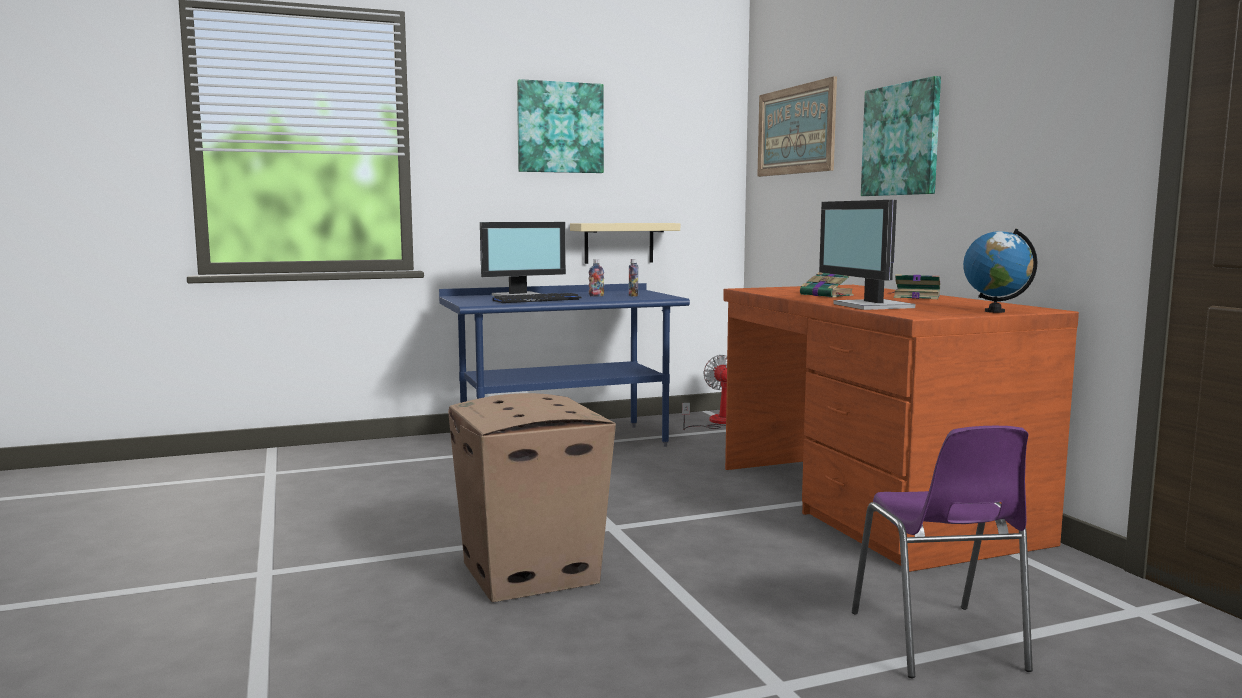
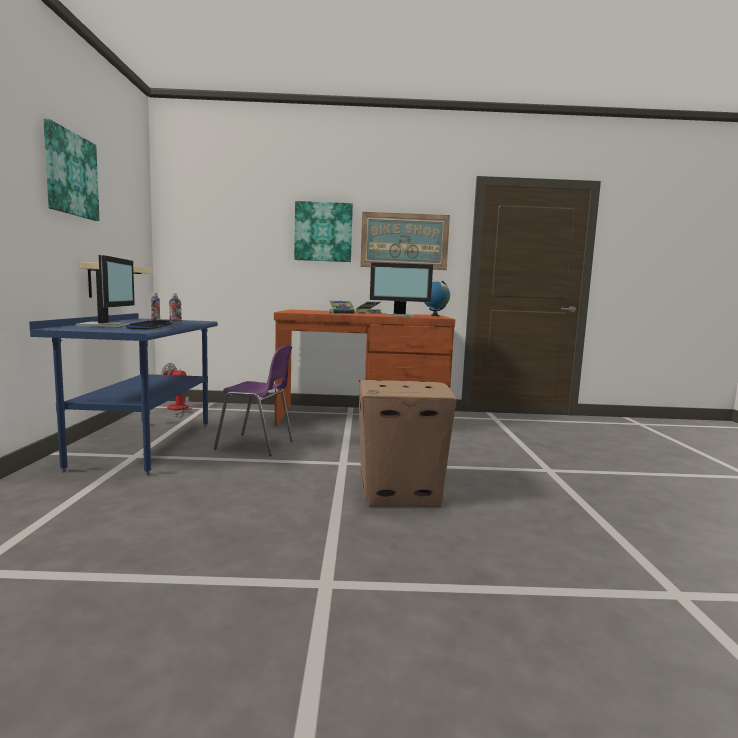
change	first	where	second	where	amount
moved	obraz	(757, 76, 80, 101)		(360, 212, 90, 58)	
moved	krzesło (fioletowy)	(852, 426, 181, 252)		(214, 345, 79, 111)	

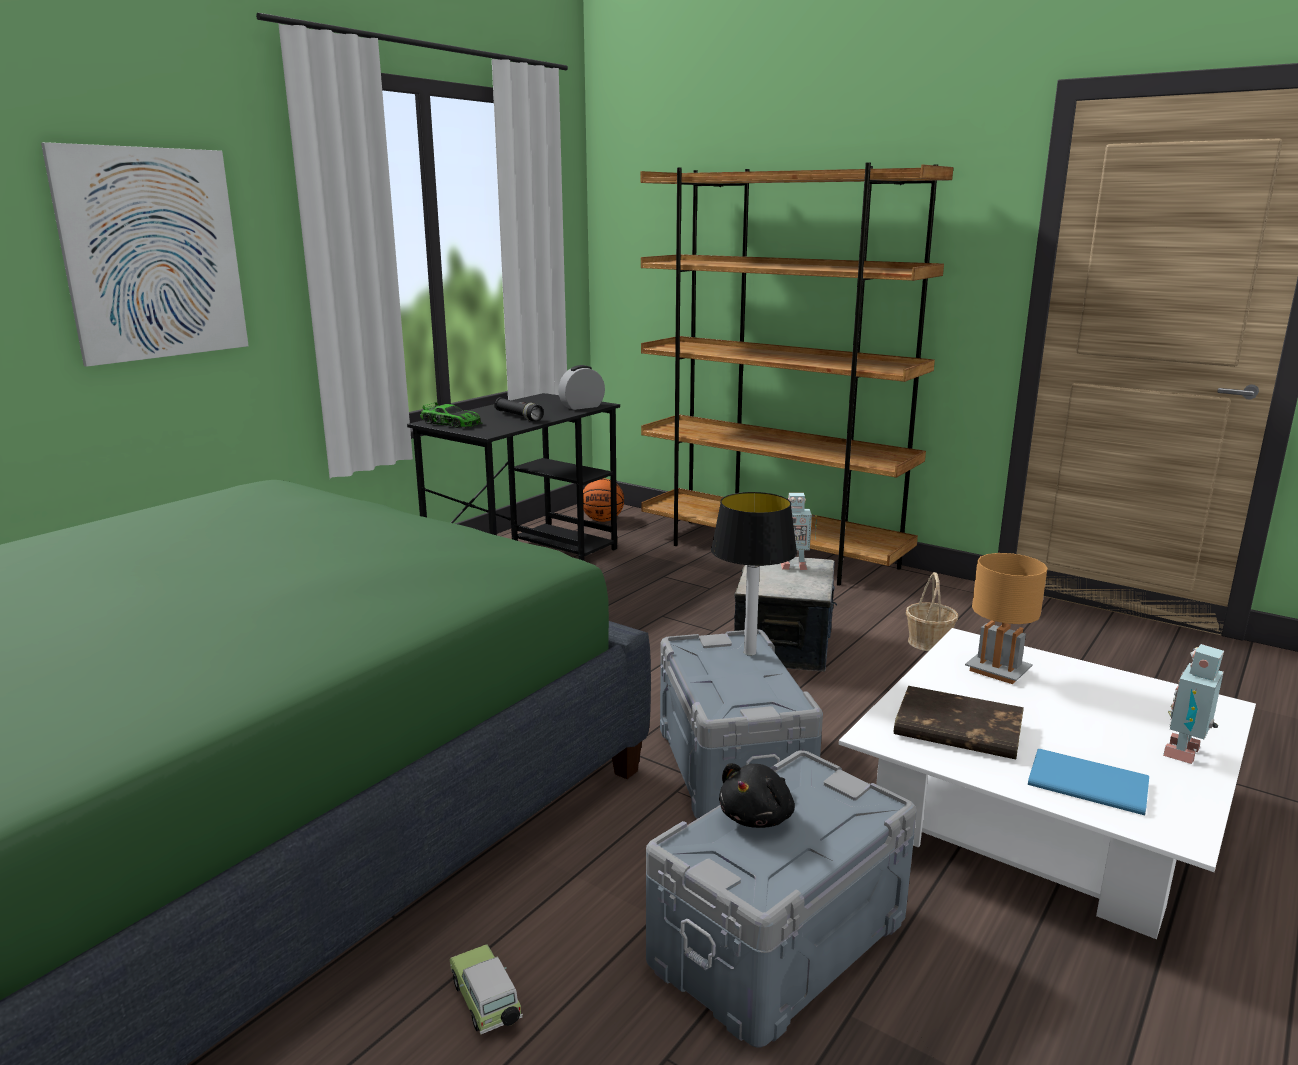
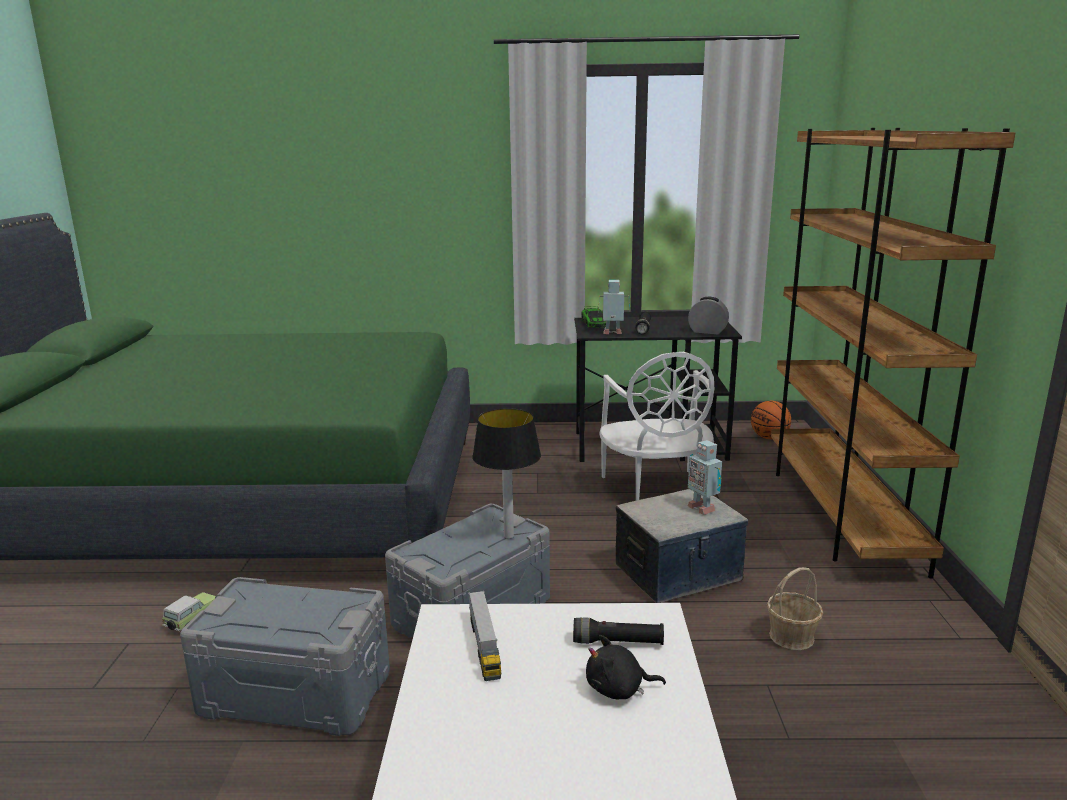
change	first	where	second	where	amount
removed	obraz	(41, 142, 208, 225)			
moved	pluszak (czarny)	(719, 763, 76, 65)		(586, 635, 80, 64)	
replaced	książka (brązowy)	(894, 686, 130, 73)	ciężarówka zabawkowa	(468, 591, 33, 90)	
replaced	lampa stołowa (brązowy)	(965, 553, 83, 131)	latarka (czarny)	(573, 617, 91, 28)	
removed	książka (niebieski)	(1028, 749, 121, 66)			
moved	robot zabawkowy	(1163, 644, 61, 120)		(598, 280, 32, 54)	
added			krzesło (biały)	(599, 352, 115, 148)	

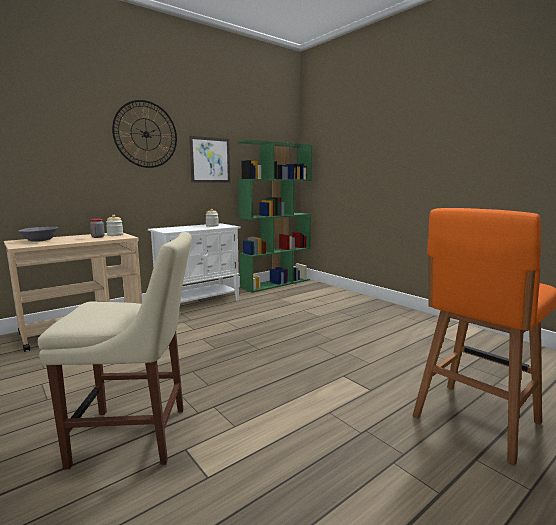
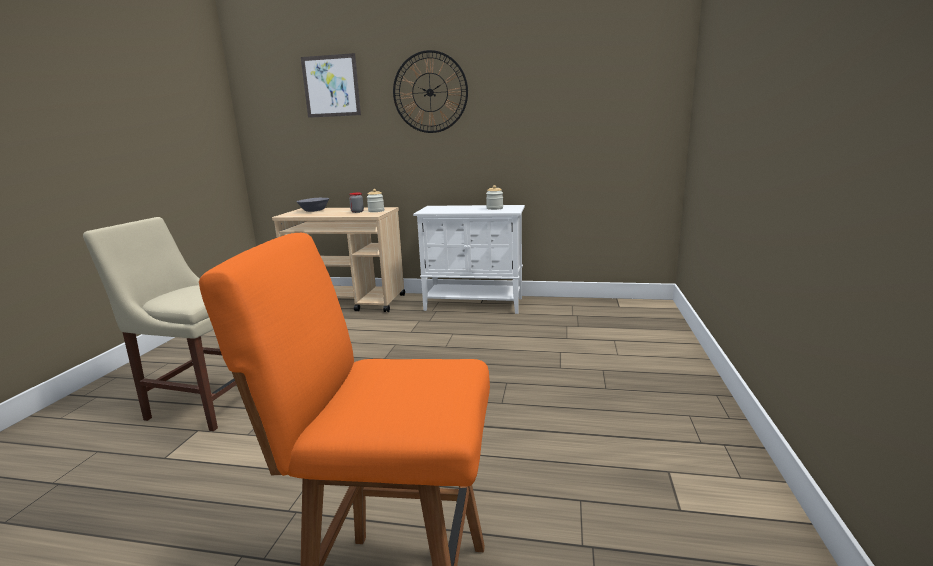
change	first	where	second	where	amount
turned	krzesło (beżowy)	(38, 232, 154, 238)		(83, 217, 154, 214)	150 degrees clockwise
moved	obraz	(189, 136, 41, 46)		(301, 53, 60, 65)	
removed	regał (zielony)	(237, 140, 75, 153)			

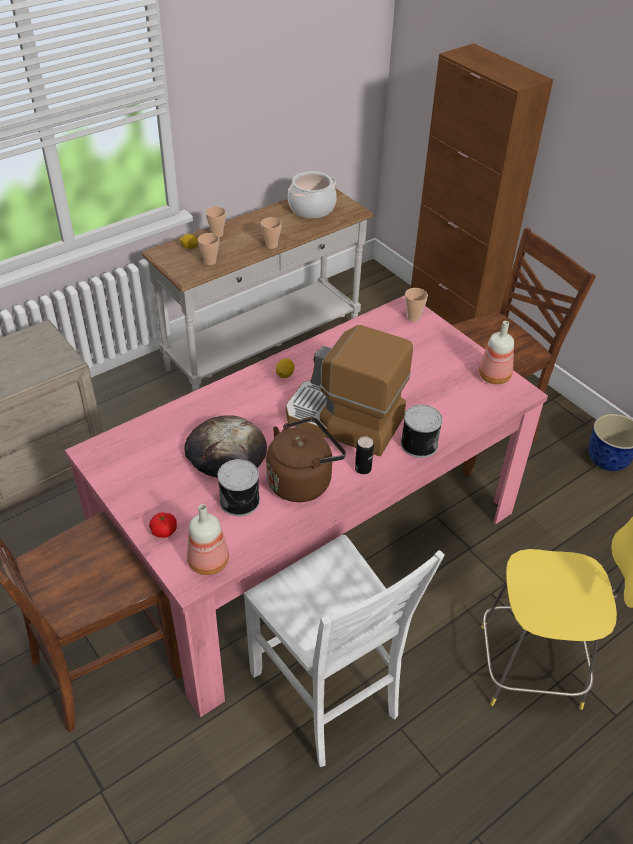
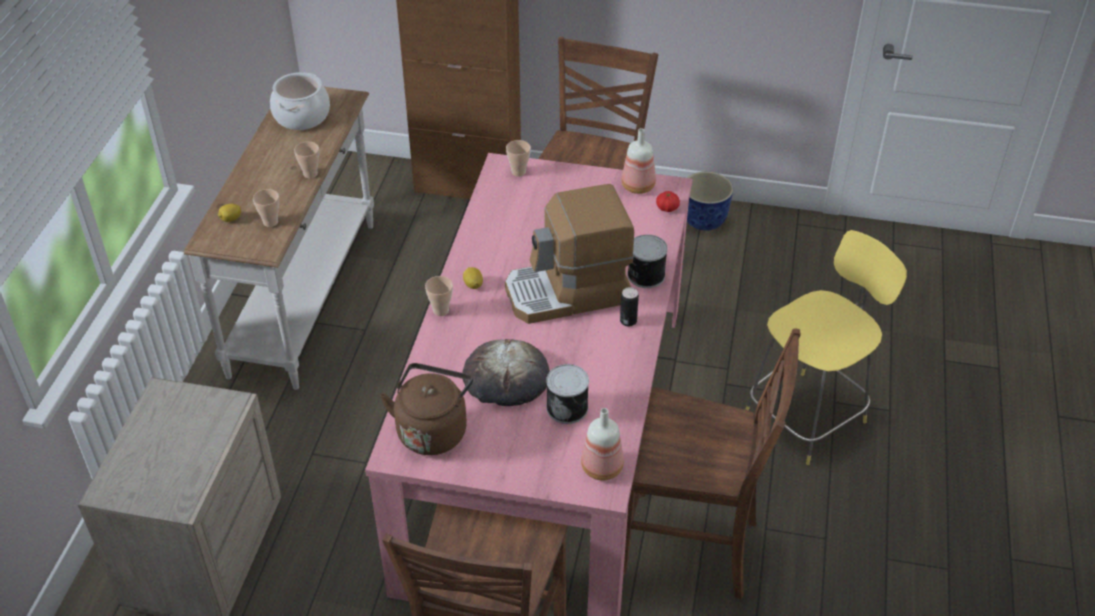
change	first	where	second	where	amount
moved	pomidor	(149, 512, 28, 26)		(656, 191, 24, 21)	
moved	filiżanka	(206, 207, 20, 30)		(425, 276, 28, 40)	
recoloured	krzesło (biały)	(243, 535, 202, 232)	krzesło (brązowy)	(623, 328, 178, 271)	
moved	czajnik (brązowy)	(266, 417, 80, 85)		(380, 363, 93, 92)	

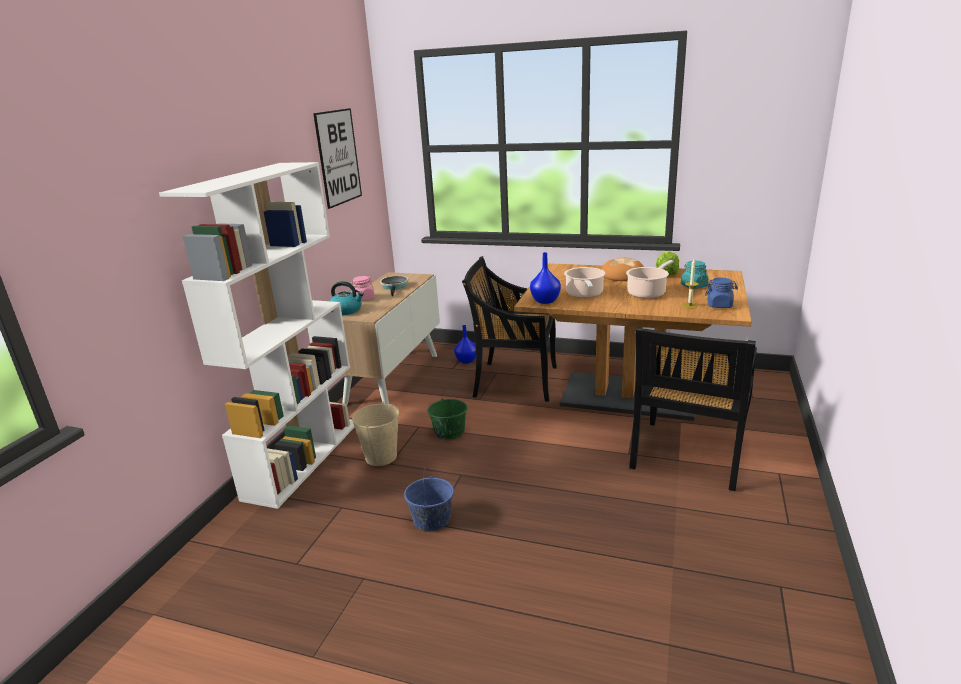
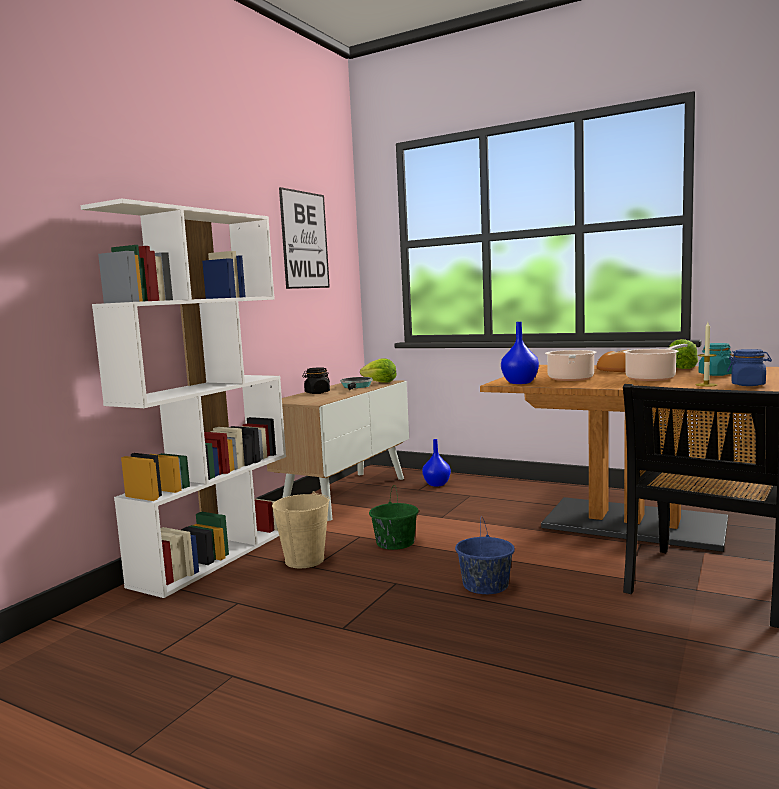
change	first	where	second	where	amount
removed	czajnik	(330, 281, 34, 34)			
recoloured	słoik (różowy)	(351, 276, 24, 25)	słoik (czarny)	(302, 367, 28, 27)	
moved	wiadro (niebieski)	(404, 467, 50, 64)		(455, 517, 60, 77)	
removed	krzesło (czarny)	(462, 256, 95, 146)			
added			sałata	(360, 359, 37, 24)	

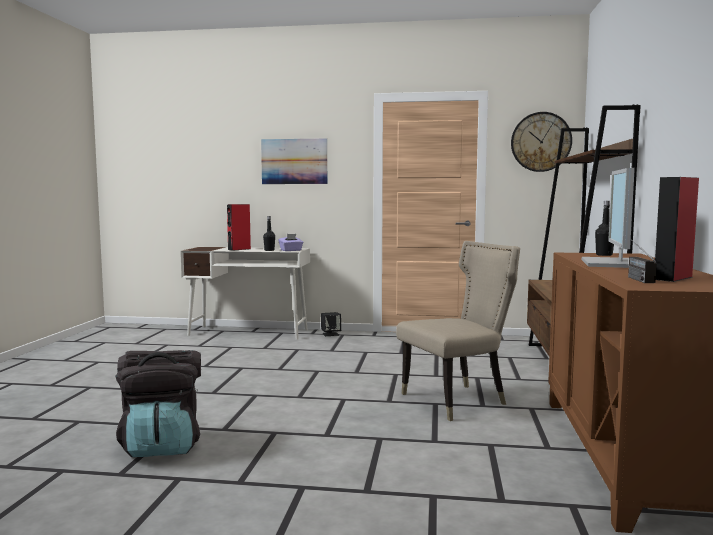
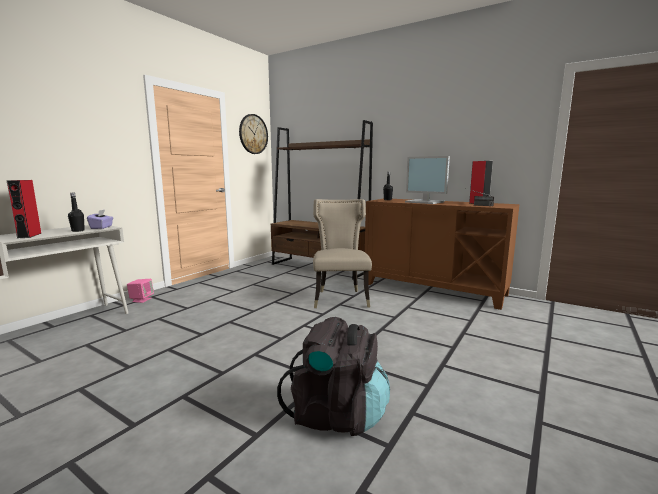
change	first	where	second	where	amount
removed	obraz	(261, 138, 66, 46)			
recoloured	głośnik (czarny)	(321, 312, 20, 24)	głośnik (różowy)	(127, 279, 27, 24)	

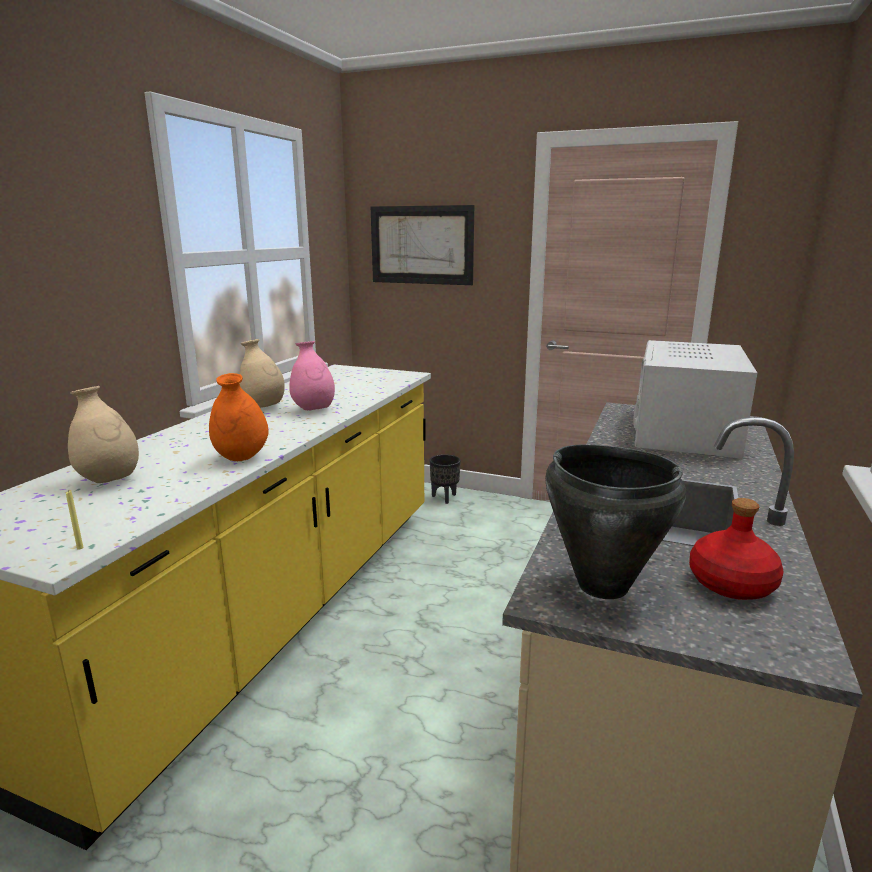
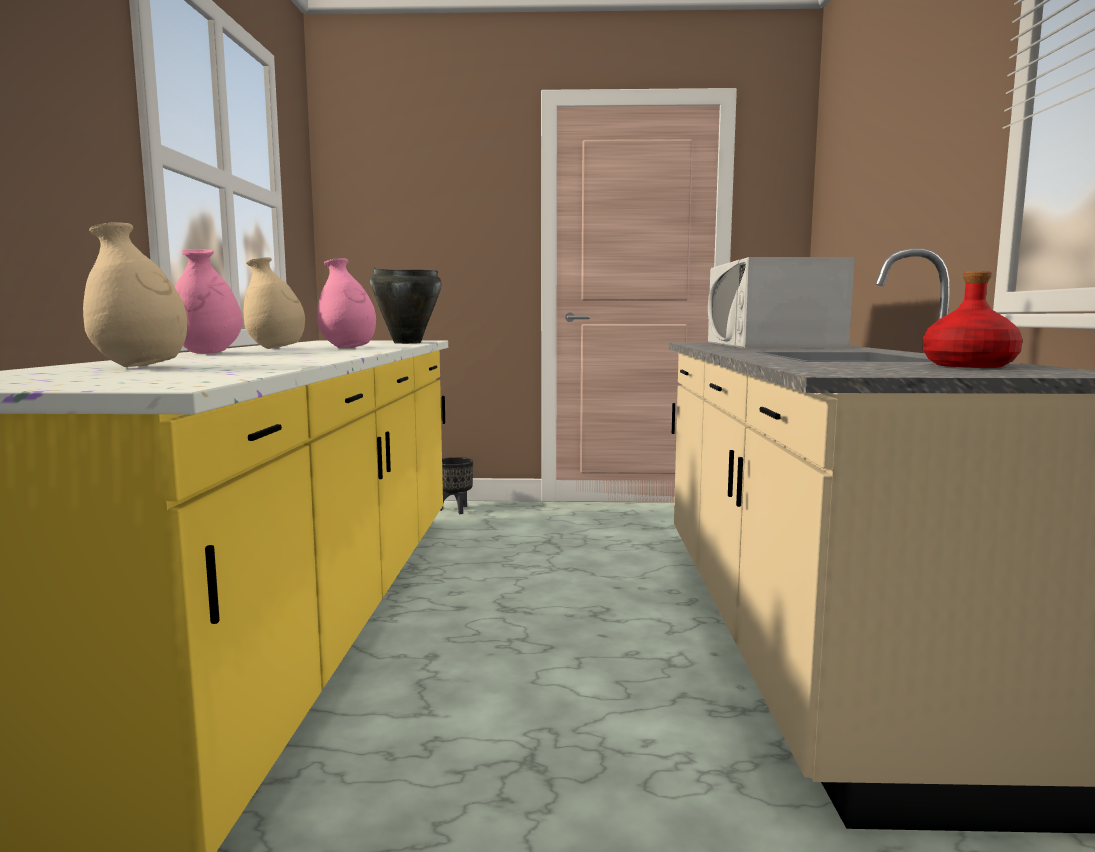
change	first	where	second	where	amount
removed	świeca (żółty)	(66, 490, 17, 60)			
removed	wazon (pomarańczowy)	(209, 373, 60, 88)			
removed	obraz	(371, 205, 103, 80)			
moved	garnek (czarny)	(545, 445, 141, 154)		(370, 268, 71, 76)	
added			wazon (różowy)	(175, 249, 68, 105)	

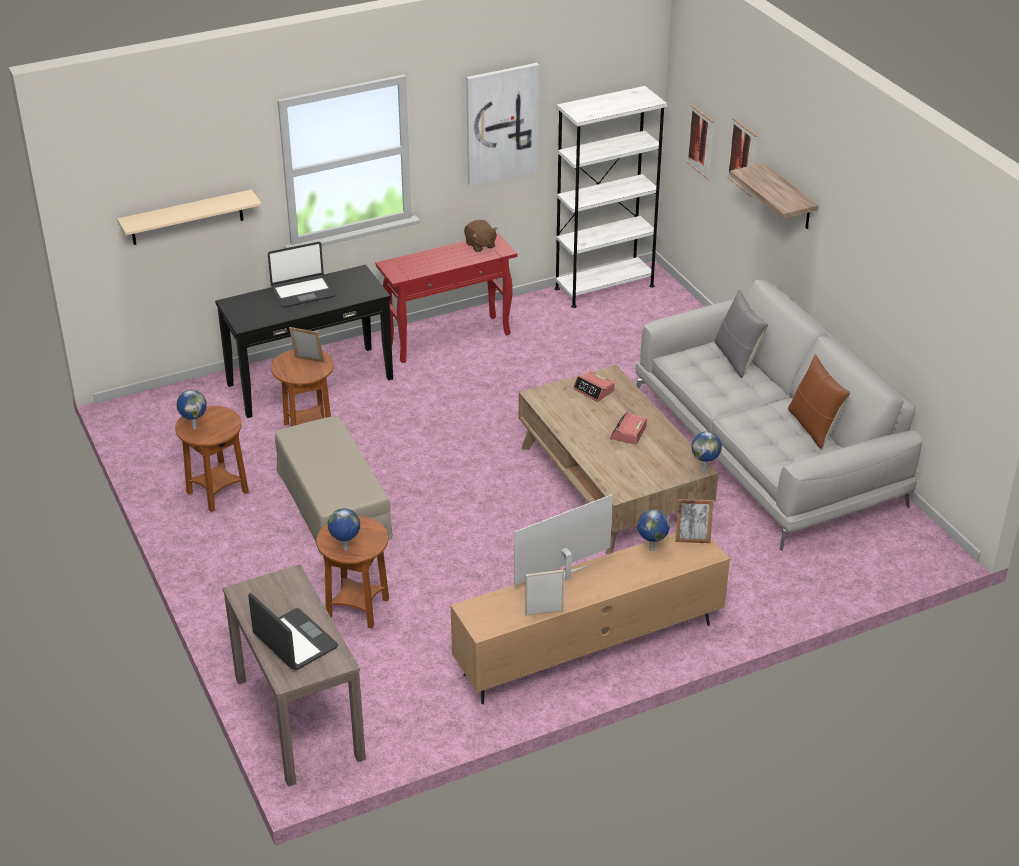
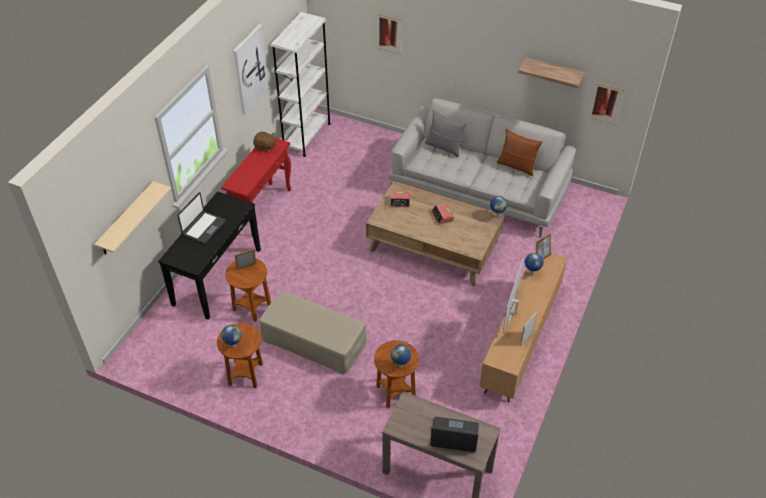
change	first	where	second	where	amount
moved	obraz	(687, 105, 27, 75)		(590, 83, 35, 42)	
moved	półka	(730, 163, 88, 66)		(518, 57, 67, 31)	

